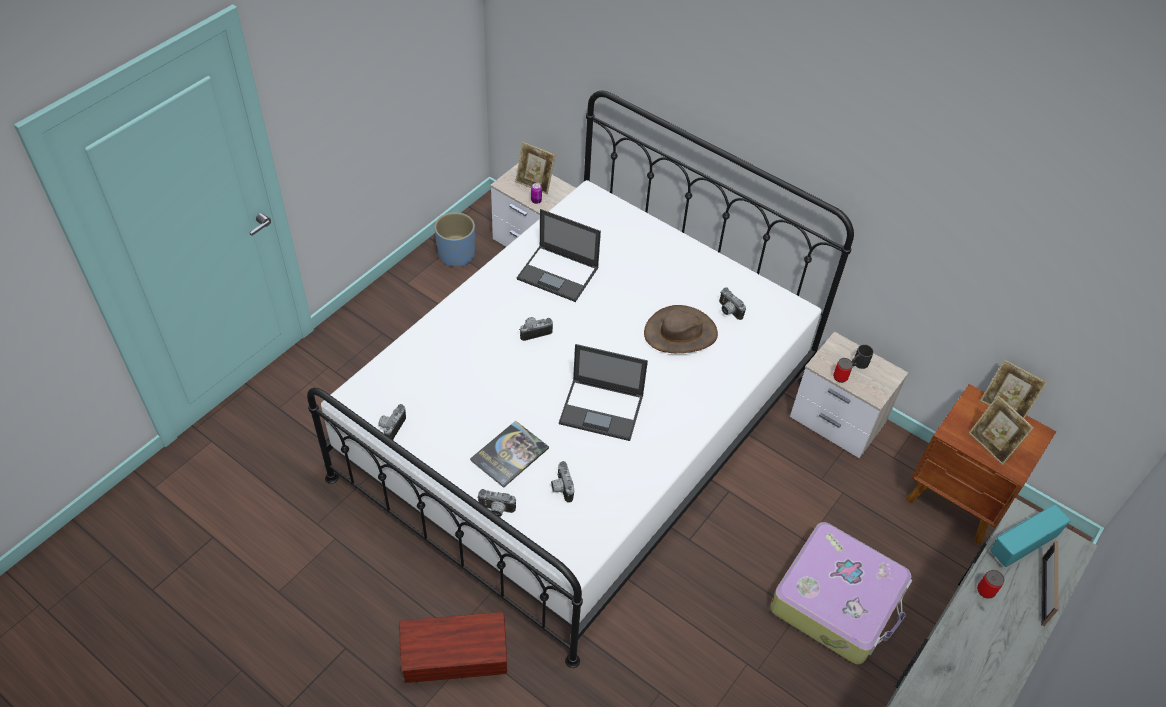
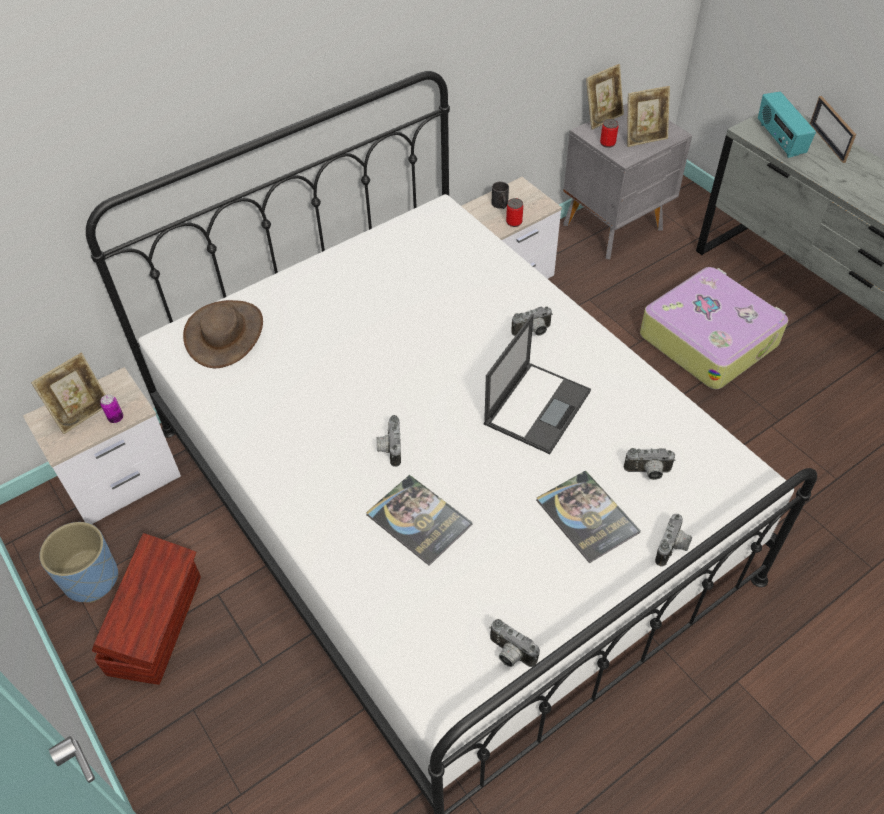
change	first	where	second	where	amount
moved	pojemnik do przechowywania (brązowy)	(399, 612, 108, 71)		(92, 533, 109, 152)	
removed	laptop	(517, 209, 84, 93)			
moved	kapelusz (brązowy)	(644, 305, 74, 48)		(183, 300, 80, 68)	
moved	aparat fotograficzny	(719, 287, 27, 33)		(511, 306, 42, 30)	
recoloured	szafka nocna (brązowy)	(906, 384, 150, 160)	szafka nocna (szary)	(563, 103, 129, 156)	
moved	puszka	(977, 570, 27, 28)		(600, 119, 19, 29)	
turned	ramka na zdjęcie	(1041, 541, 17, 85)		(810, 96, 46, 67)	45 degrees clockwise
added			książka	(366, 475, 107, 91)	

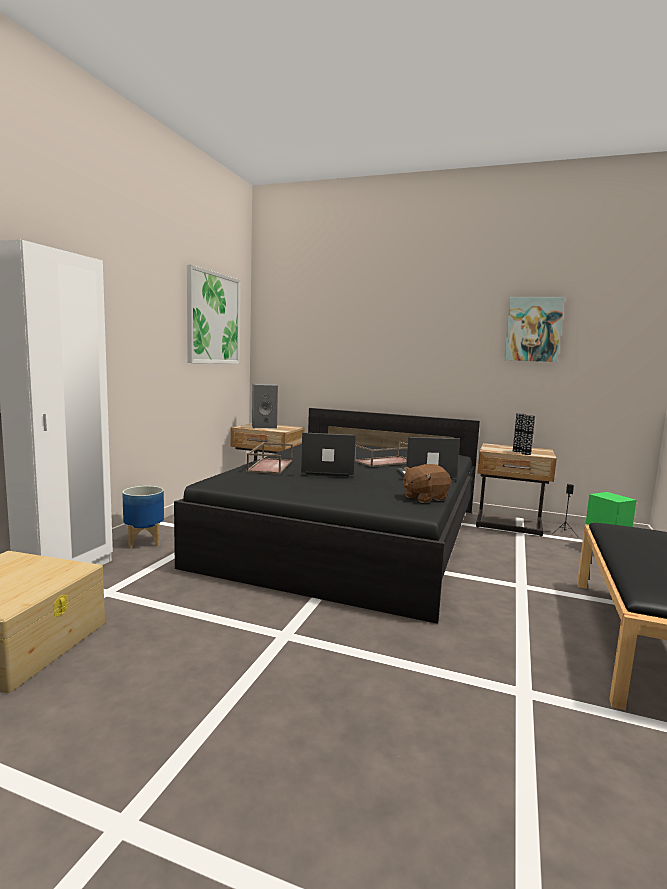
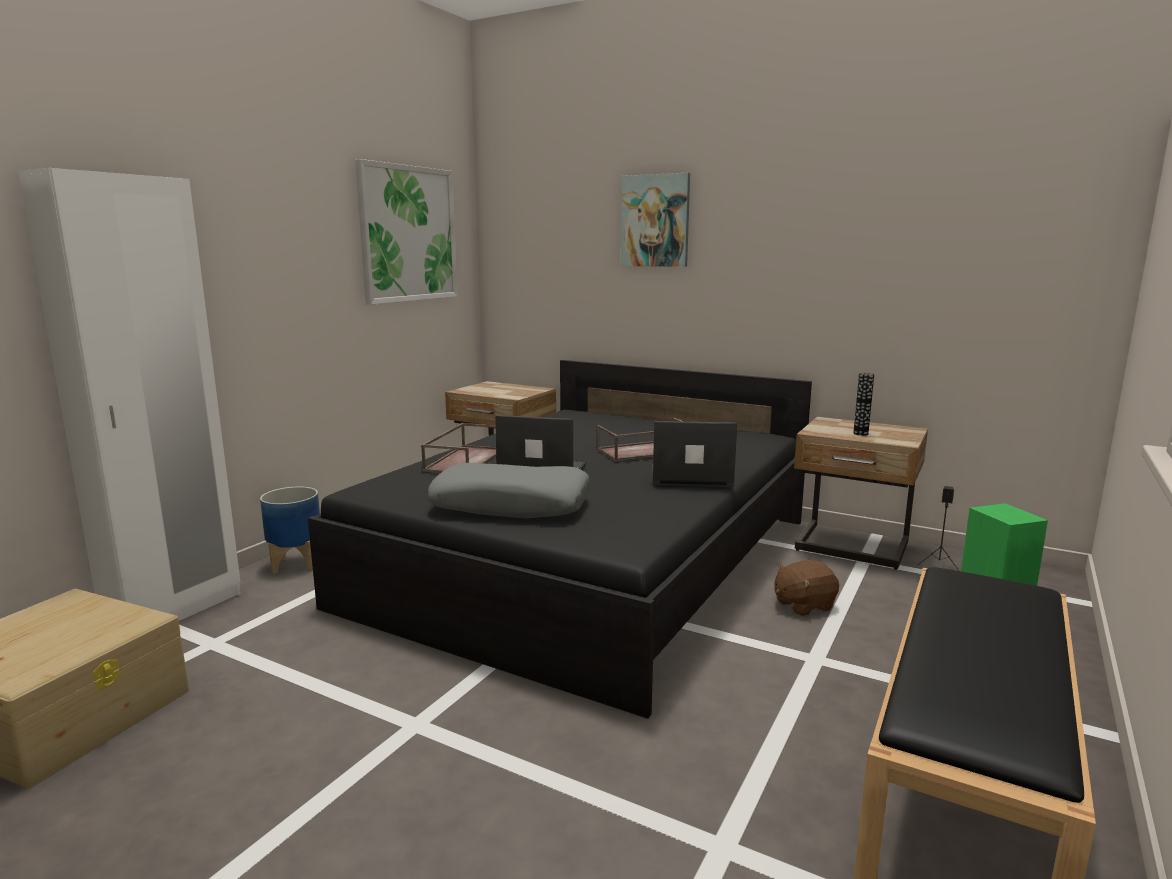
change	first	where	second	where	amount
removed	głośnik (szary)	(252, 384, 26, 44)			
moved	pluszak (brązowy)	(403, 464, 48, 39)		(774, 560, 65, 56)	
moved	obraz	(504, 297, 61, 65)		(621, 173, 69, 94)	
removed	wazon	(521, 415, 14, 40)			
added			poduszka (szary)	(427, 463, 163, 56)	

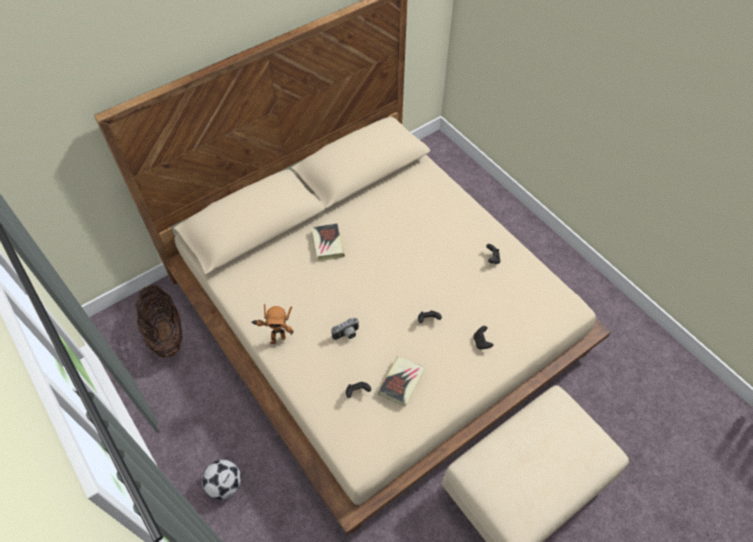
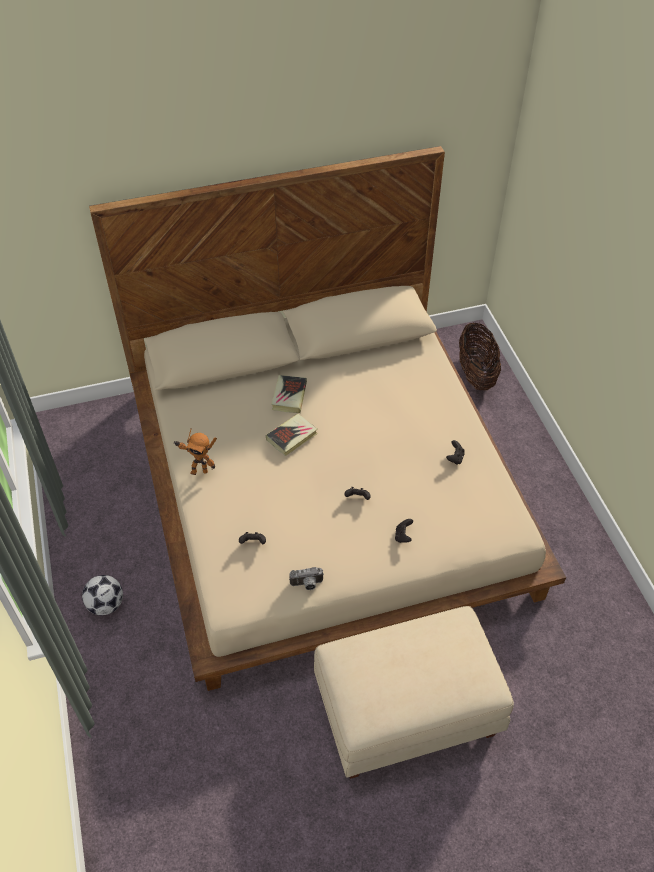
change	first	where	second	where	amount
moved	koszyk	(135, 285, 48, 73)		(459, 323, 42, 67)	
moved	aparat fotograficzny	(331, 318, 28, 22)		(289, 567, 35, 23)	
moved	książka	(378, 356, 47, 51)		(266, 414, 52, 42)	

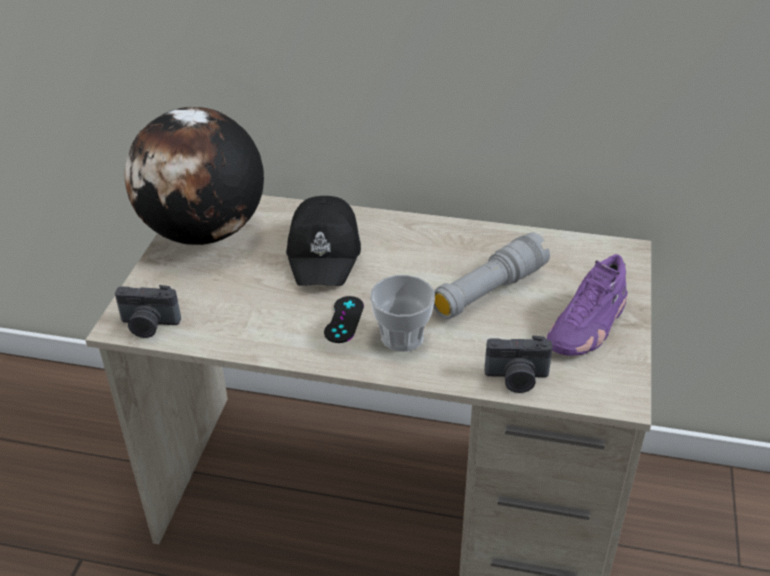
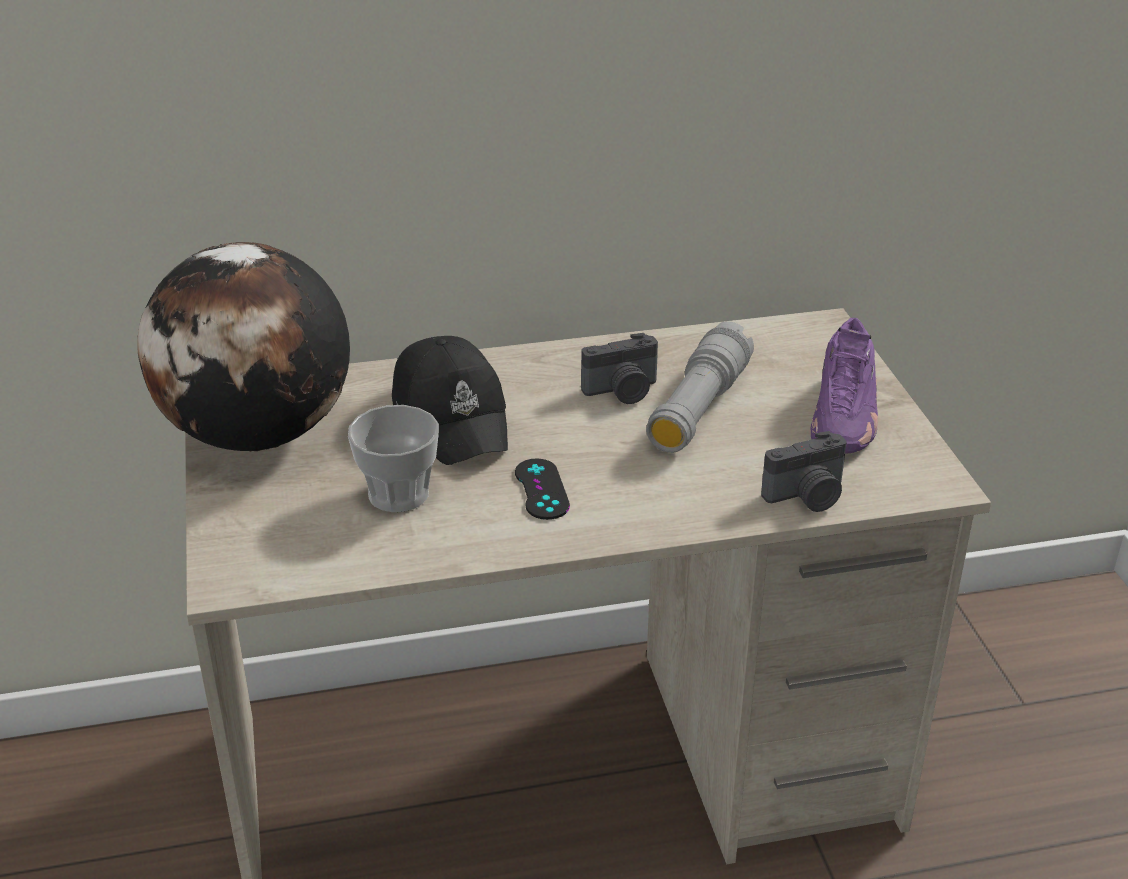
change	first	where	second	where	amount
moved	aparat fotograficzny	(115, 285, 66, 53)		(581, 333, 77, 71)	
moved	filiżanka	(371, 275, 64, 77)		(348, 405, 91, 107)	

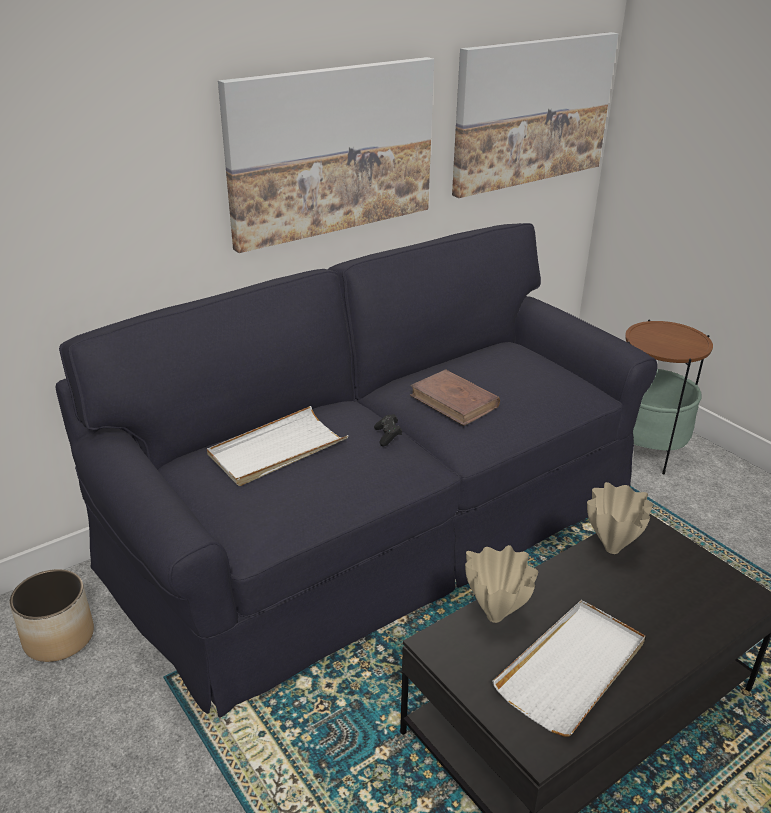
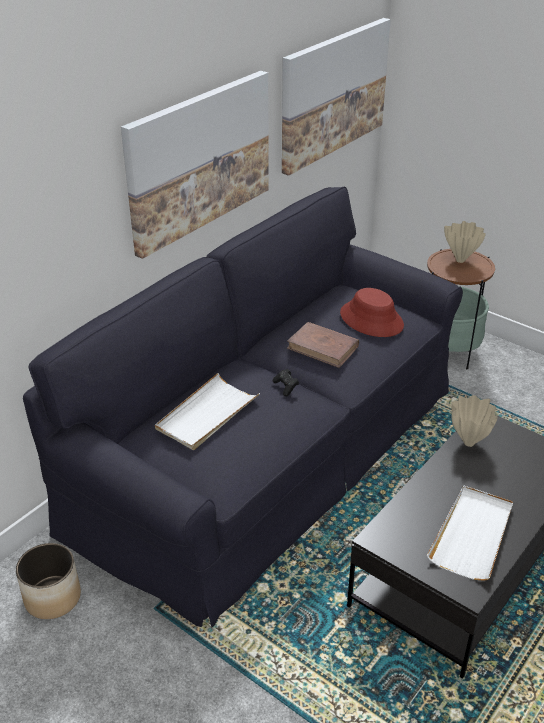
change	first	where	second	where	amount
moved	wazon (beżowy)	(465, 545, 73, 78)		(444, 221, 42, 42)	
added			kapelusz (czerwony)	(340, 288, 64, 49)	

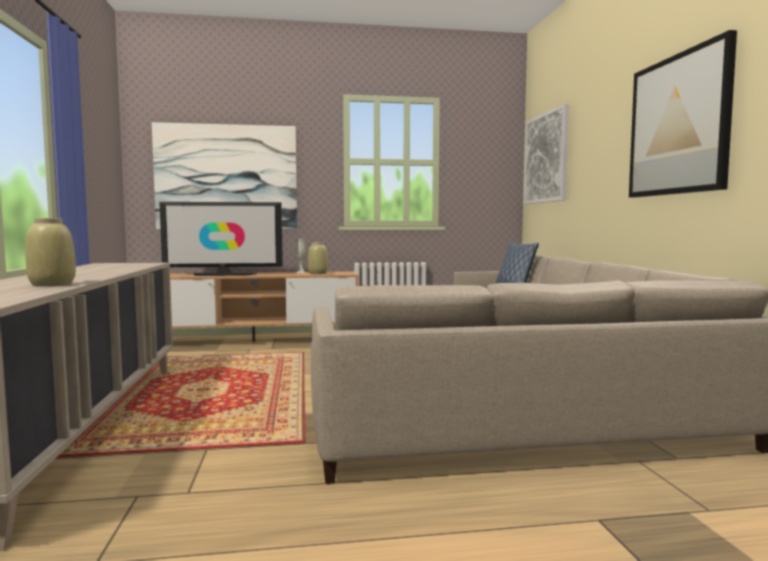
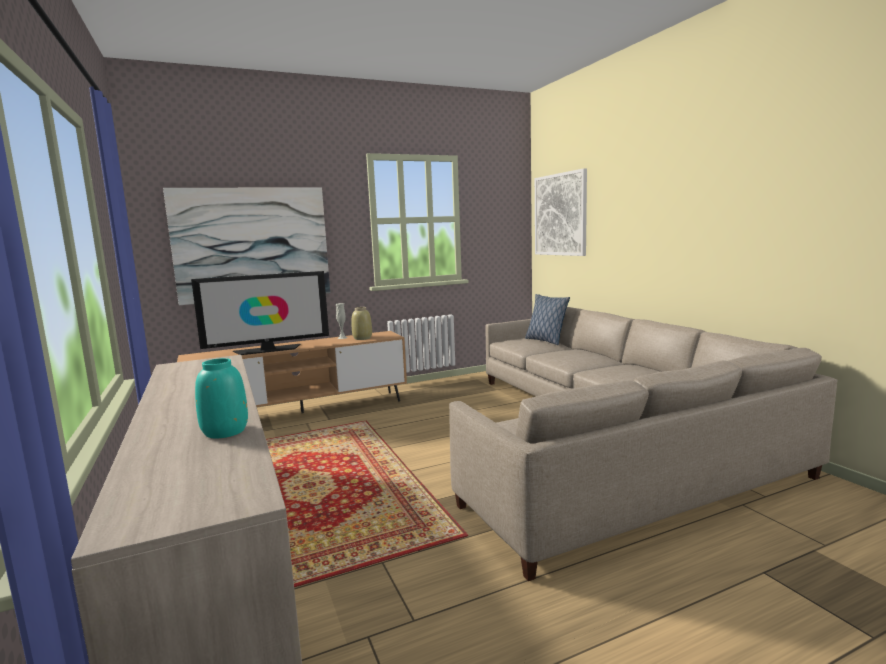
change	first	where	second	where	amount
recoloured	wazon (beżowy)	(25, 218, 51, 69)	wazon (turkusowy)	(195, 358, 53, 81)	
removed	obraz	(629, 30, 108, 168)			

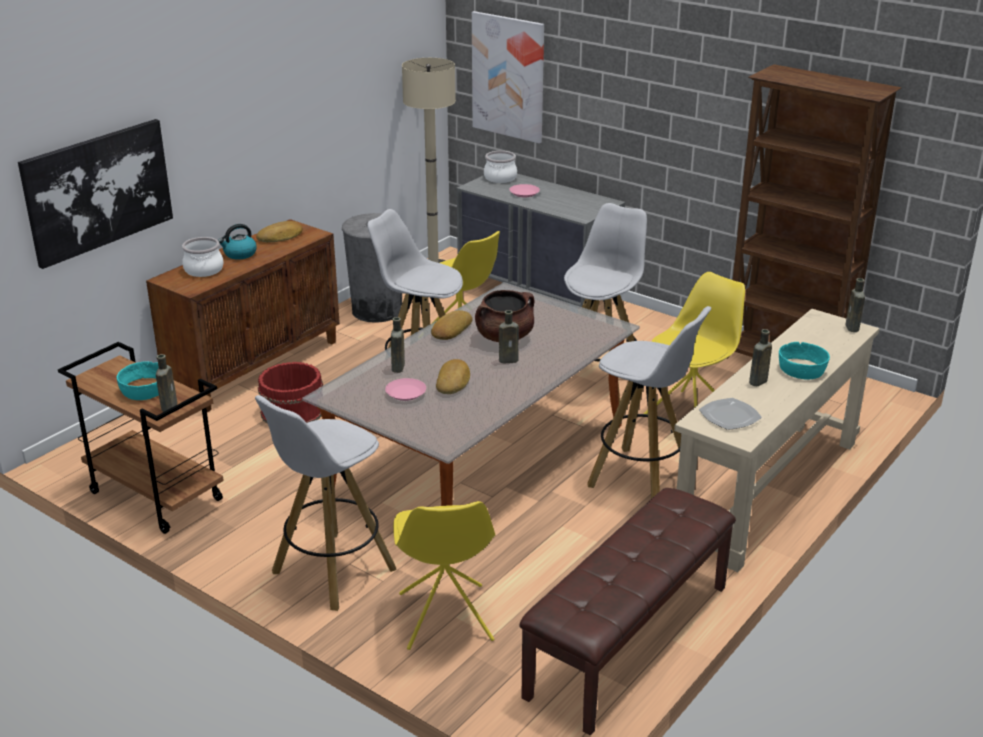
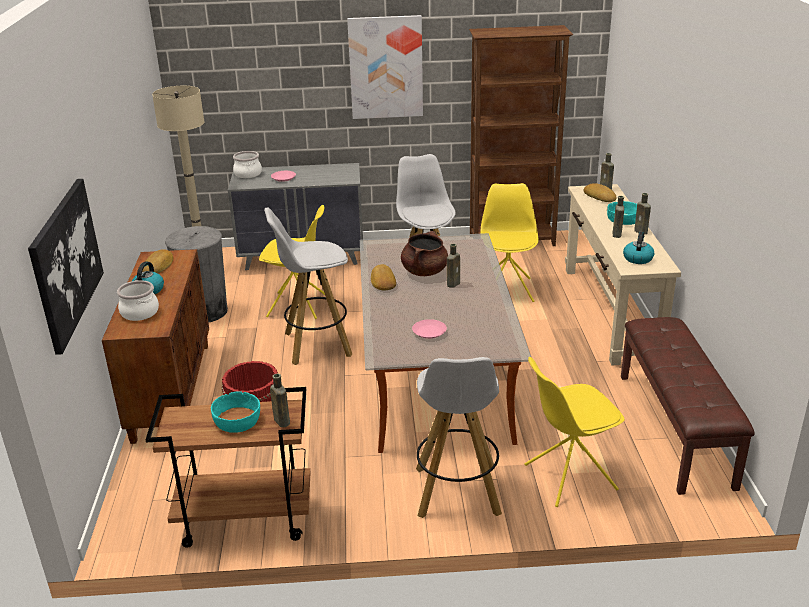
change	first	where	second	where	amount
moved	butelka (brązowy)	(391, 317, 14, 56)		(634, 193, 17, 42)	
turned	krzesło (żółty)	(393, 501, 102, 149)		(524, 357, 101, 150)	120 degrees clockwise
moved	chleb	(436, 359, 34, 35)		(584, 183, 32, 19)	
moved	obraz	(472, 11, 72, 133)		(347, 15, 76, 104)	
removed	stołek (biały)	(587, 306, 124, 193)			
replaced	talerz	(699, 398, 63, 32)	czajnik	(623, 232, 31, 32)	

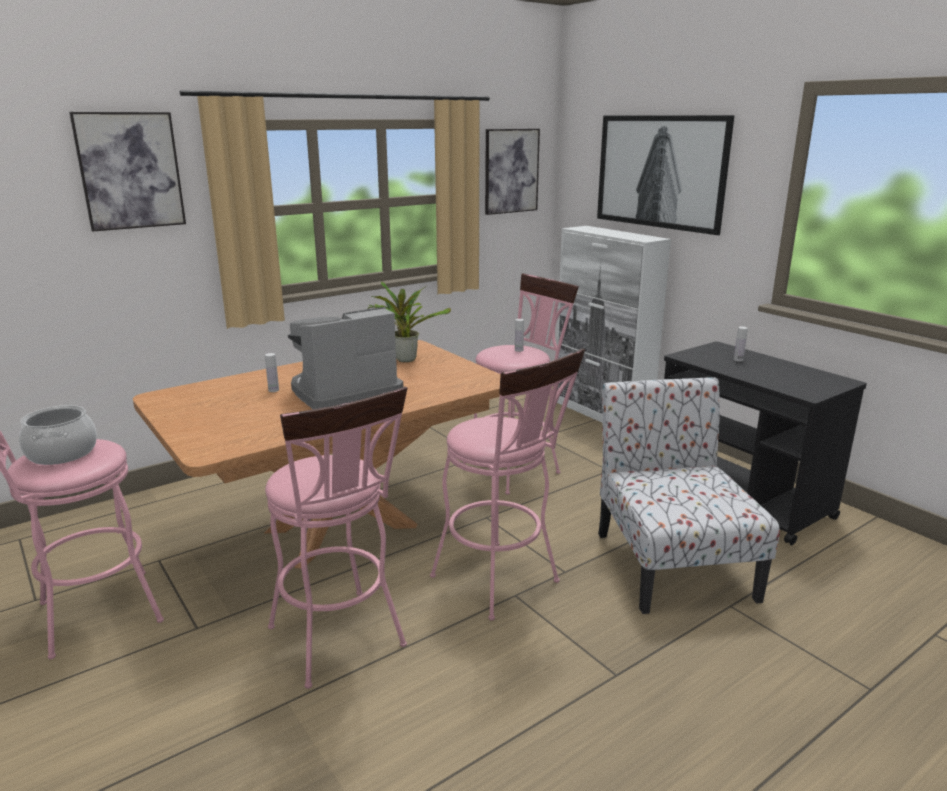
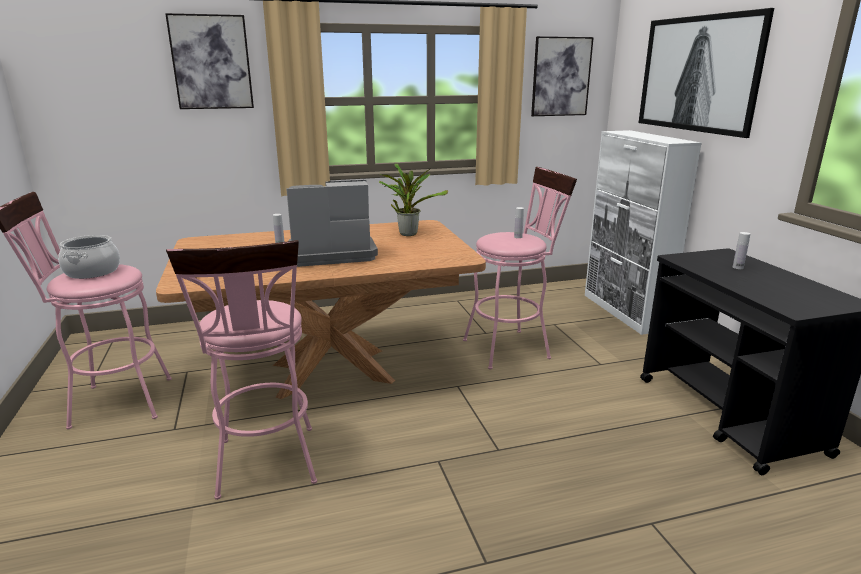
change	first	where	second	where	amount
removed	stołek (różowy)	(430, 349, 155, 271)			
removed	krzesło	(598, 377, 182, 237)			

